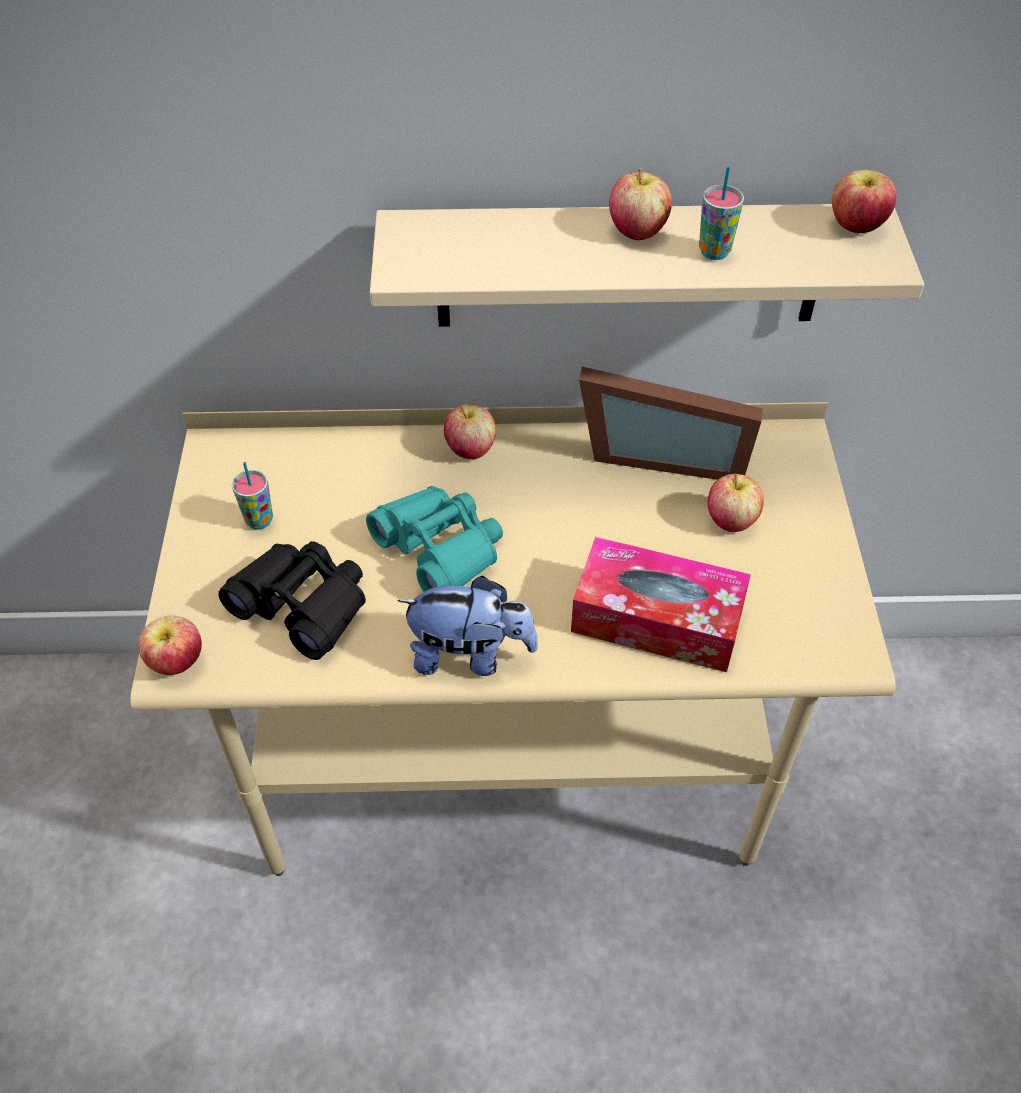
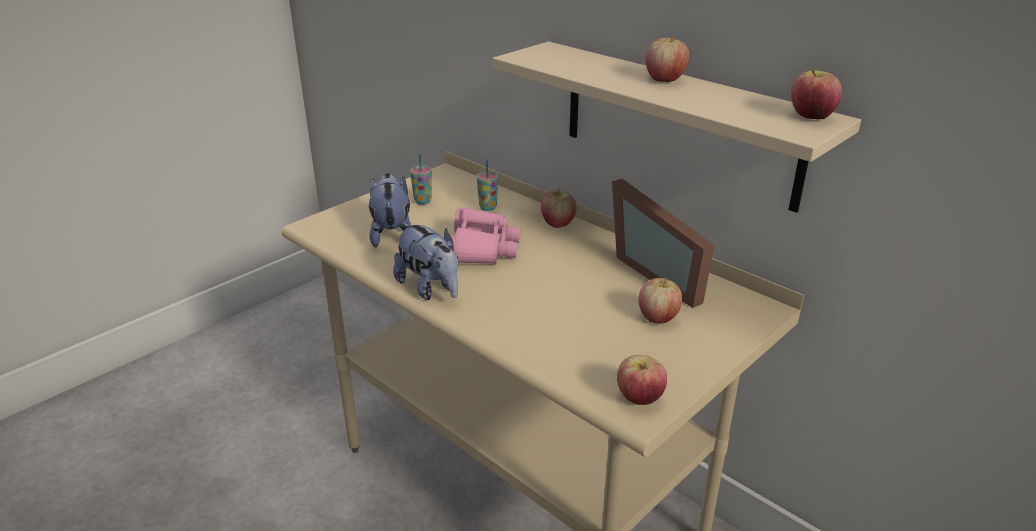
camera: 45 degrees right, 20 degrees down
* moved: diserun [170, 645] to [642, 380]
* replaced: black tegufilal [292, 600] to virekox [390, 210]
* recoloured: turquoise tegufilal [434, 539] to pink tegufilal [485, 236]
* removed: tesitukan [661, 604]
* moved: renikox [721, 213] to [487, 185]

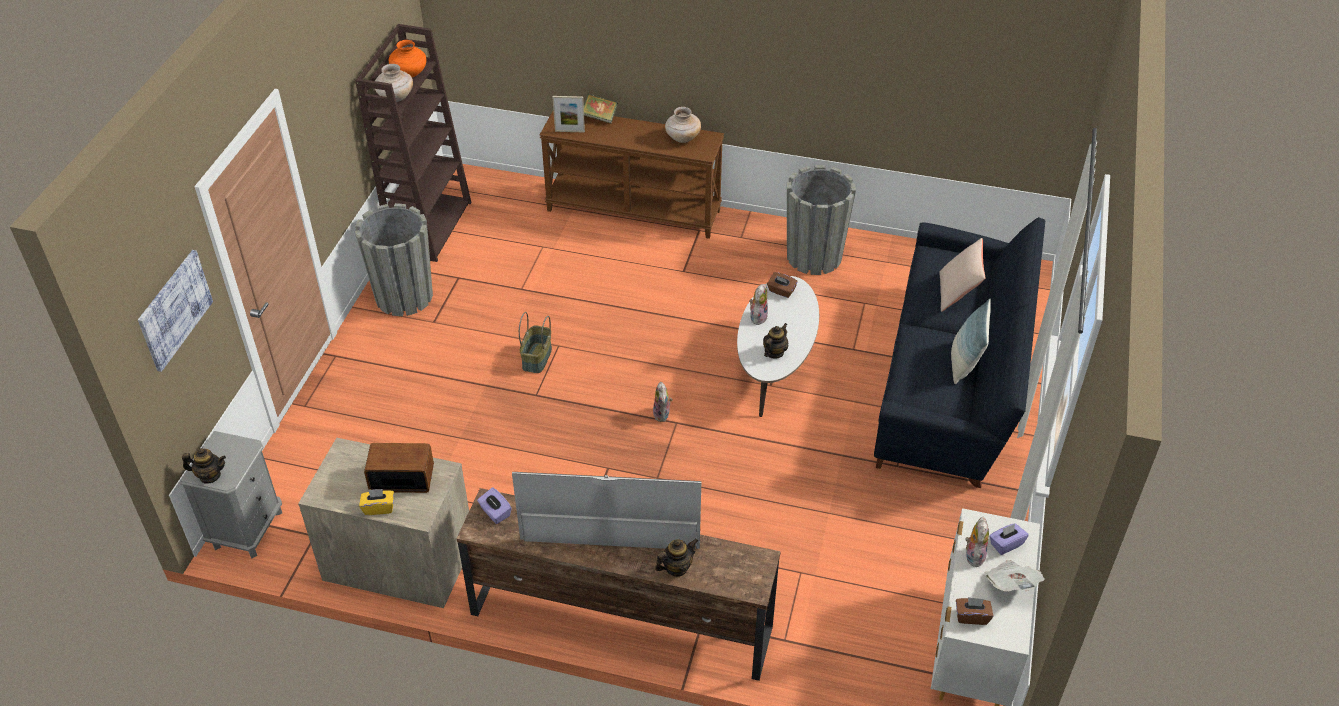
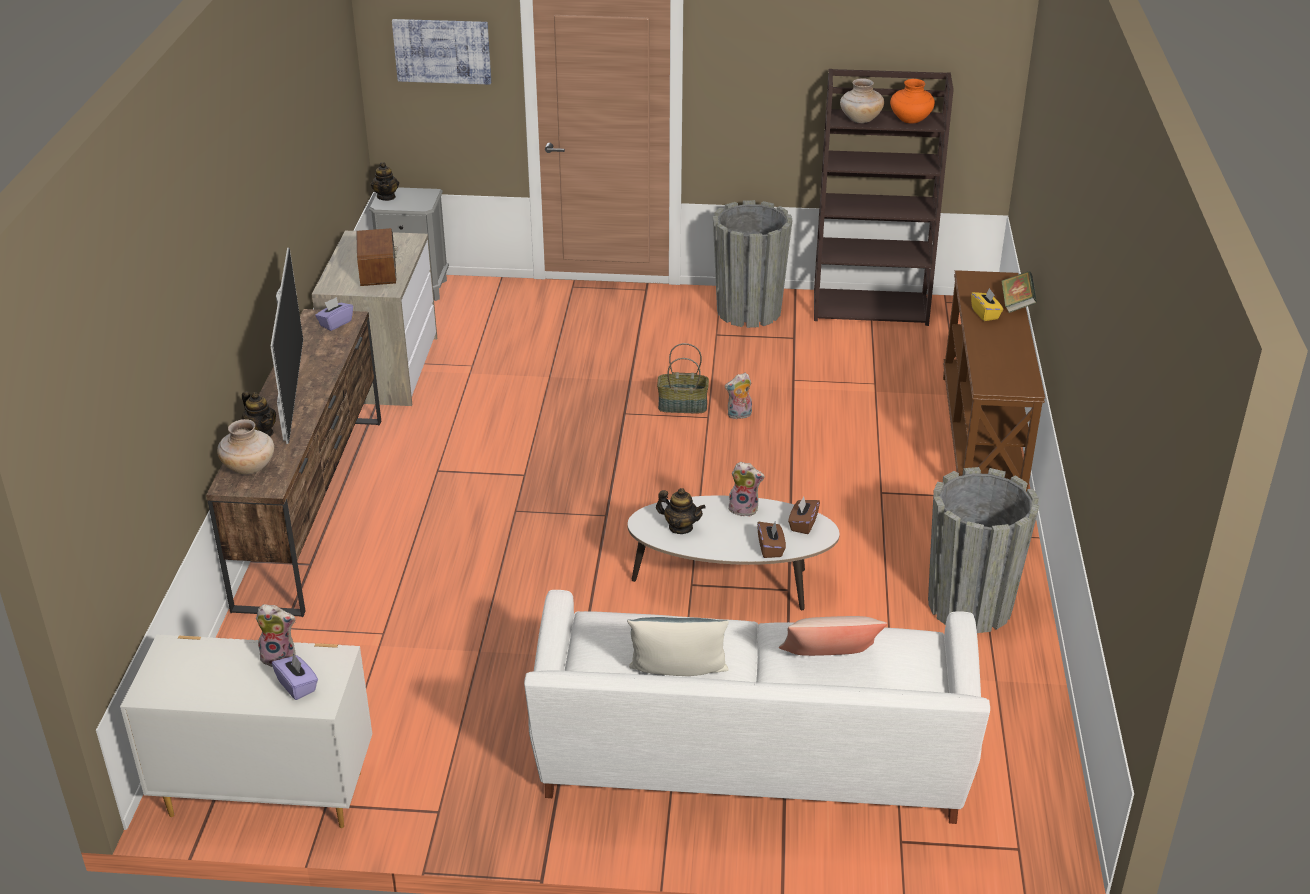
camera: 80 degrees right, 10 degrees down
* moved: yellow tesitukan [376, 502] to [987, 304]
* removed: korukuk [568, 114]
* moved: virekox [662, 402] to [738, 396]
* moved: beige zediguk [683, 125] to [245, 447]
* recoloured: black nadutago [959, 352] to white nadutago [757, 707]
* moved: brown tesitukan [974, 611] to [771, 539]
* removed: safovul [1014, 576]

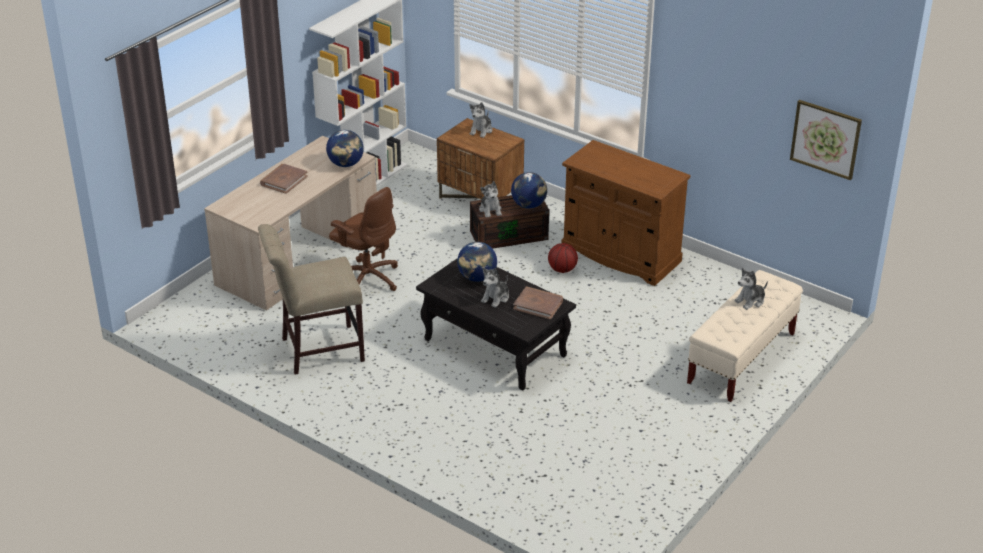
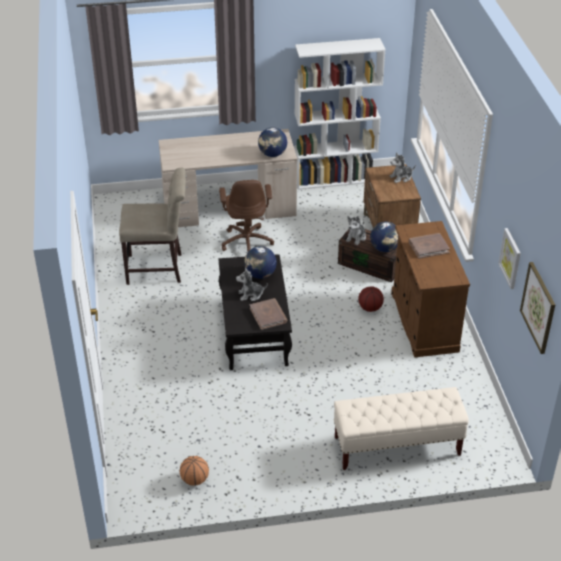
camera: 45 degrees right, 5 degrees up
* turned: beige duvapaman [311, 299] = [152, 226] 150 degrees clockwise
* moved: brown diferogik [284, 179] to [429, 246]
* removed: virekox [751, 289]
* added: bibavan [194, 471]
* added: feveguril [509, 258]

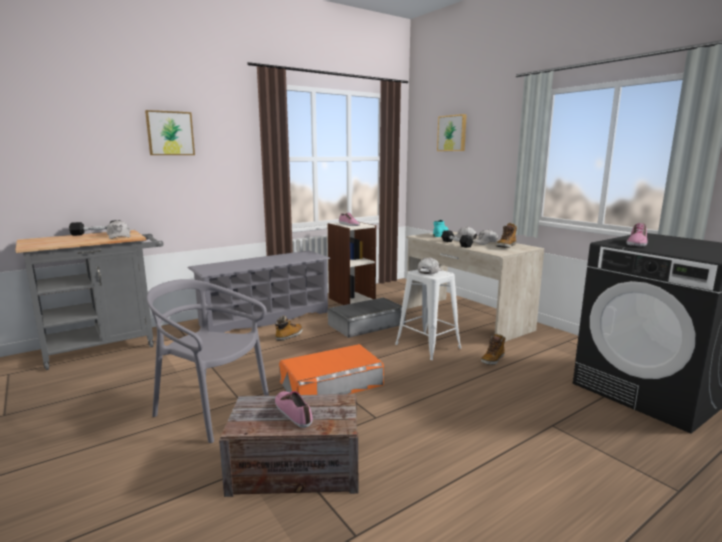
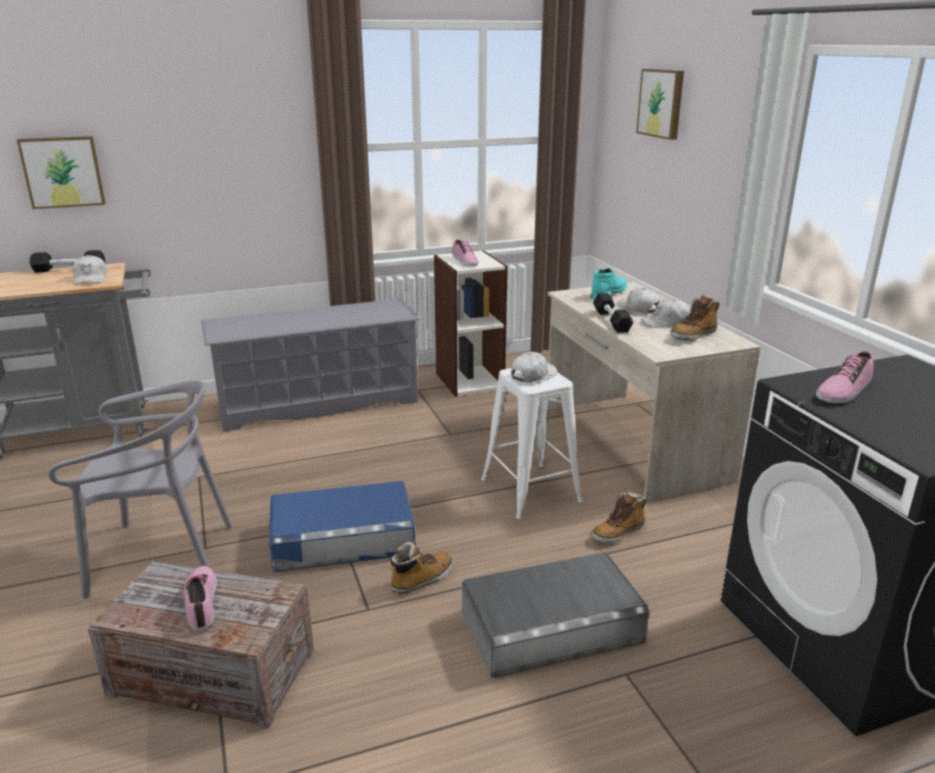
camera: 15 degrees right, 10 degrees up
* moved: feveguril [170, 132] to [61, 172]
* turned: grey duvapaman [208, 361] = [140, 490] 135 degrees clockwise
* moved: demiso [289, 328] to [421, 568]
* recoloured: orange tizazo [331, 369] to blue tizazo [342, 526]
* moved: grey tizazo [367, 317] to [555, 615]

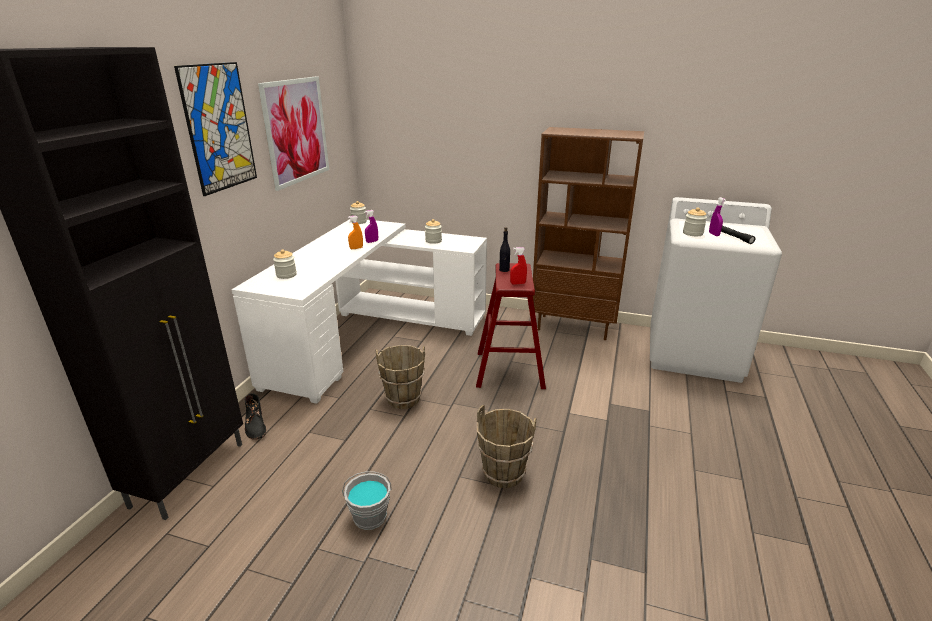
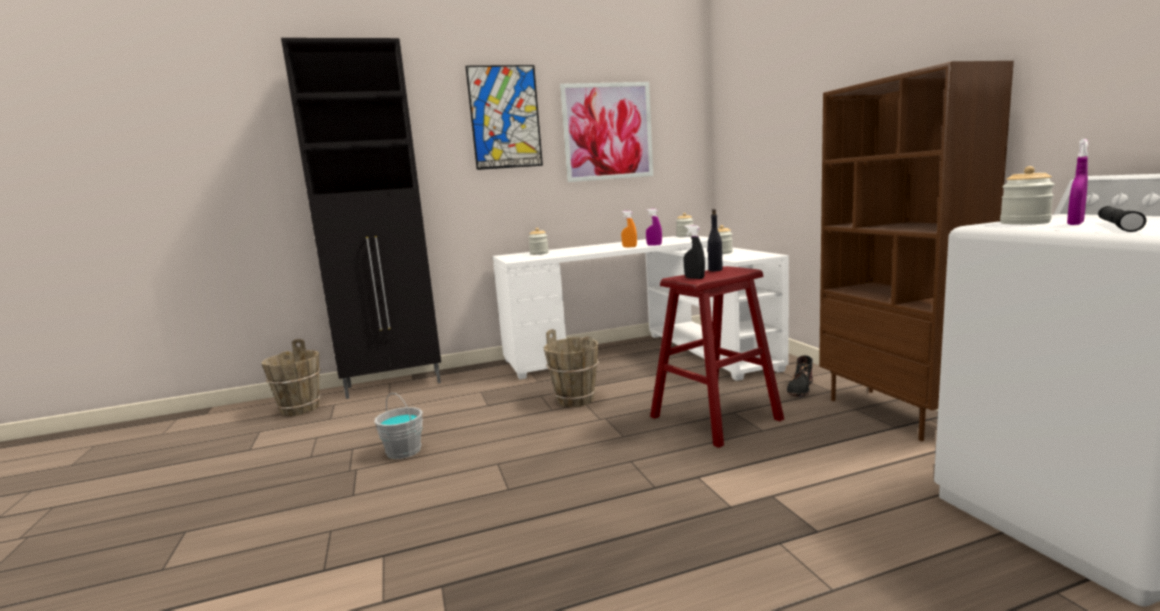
camera: 55 degrees right, 15 degrees down
* moved: black demiso [255, 416] to [800, 376]
* moved: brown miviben [506, 446] to [291, 377]
* recoloured: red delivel [518, 265] to black delivel [694, 252]

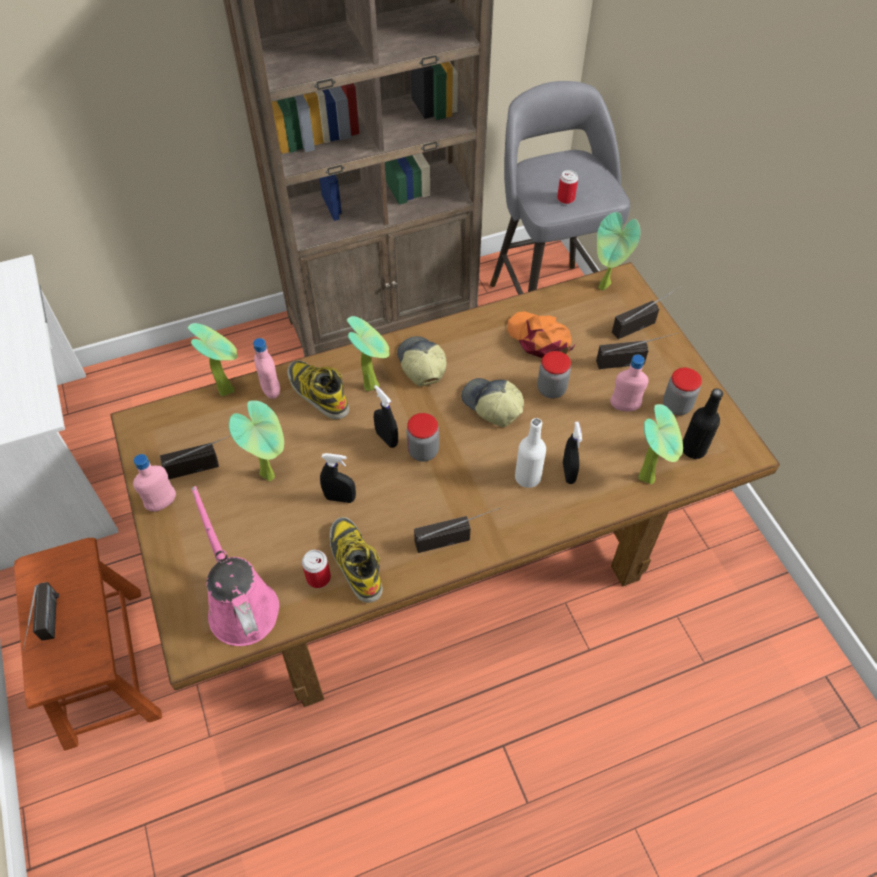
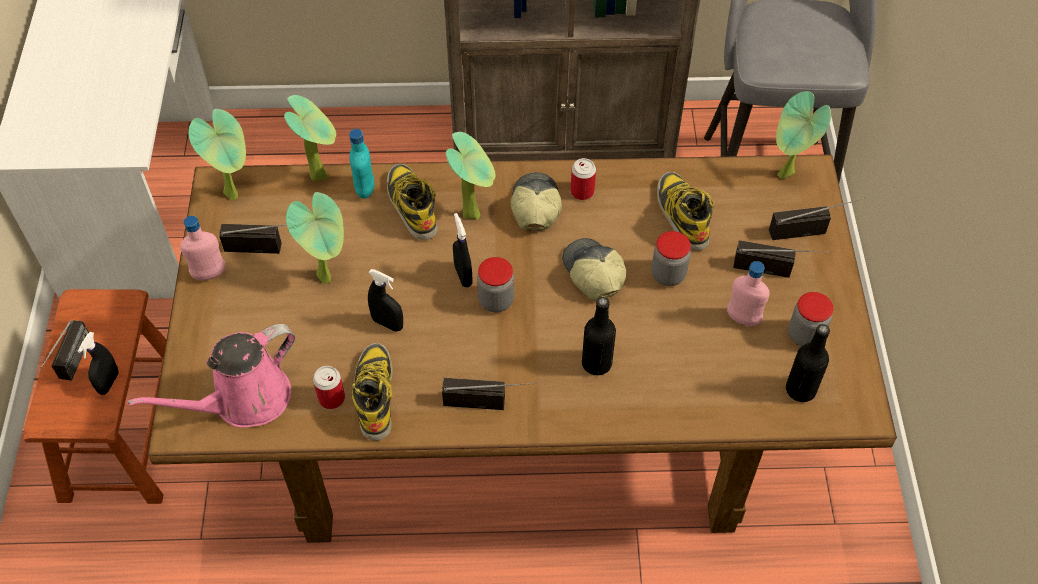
camera: 20 degrees right, 0 degrees up
* turned: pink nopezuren [235, 566] = [211, 376] 120 degrees counterclockwise
* recoloured: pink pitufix [266, 368] to turquoise pitufix [361, 164]
* replaced: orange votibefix [541, 334] to demiso [686, 211]
* recoloured: white pitufix [530, 453] to black pitufix [599, 336]
* moved: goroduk [567, 187] to [583, 179]
* moved: black delivel [572, 453] to [98, 363]
* moved: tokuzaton [661, 444] to [217, 155]

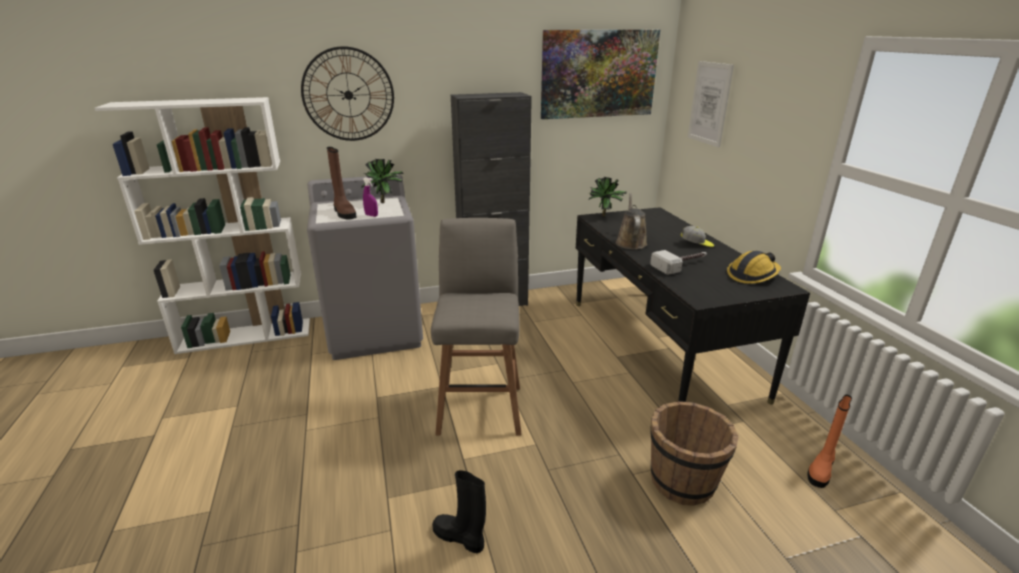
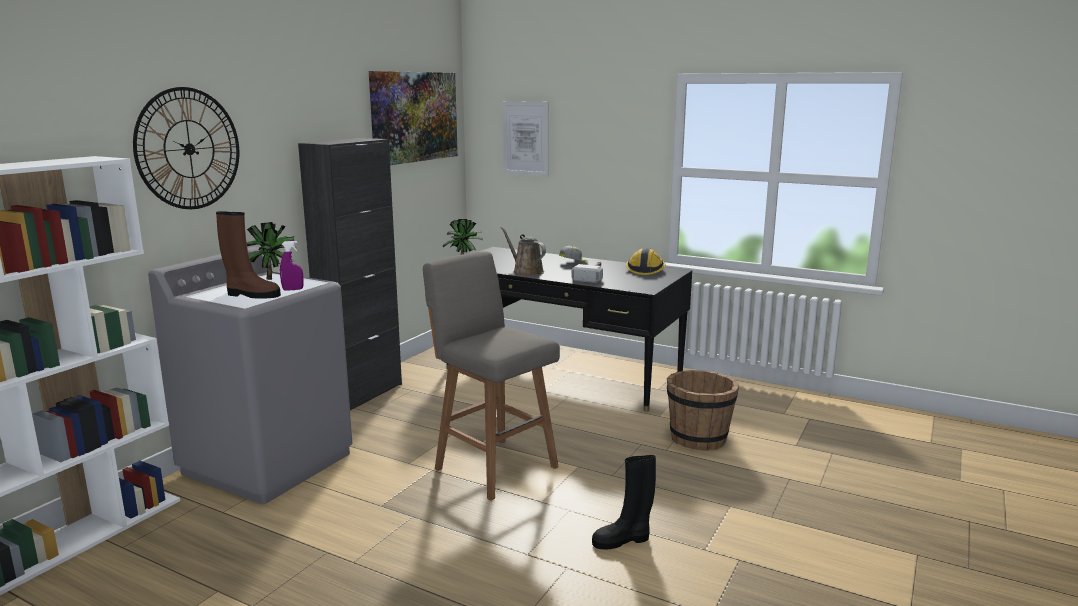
camera: 45 degrees left, 10 degrees down
* removed: orange demiso [829, 441]

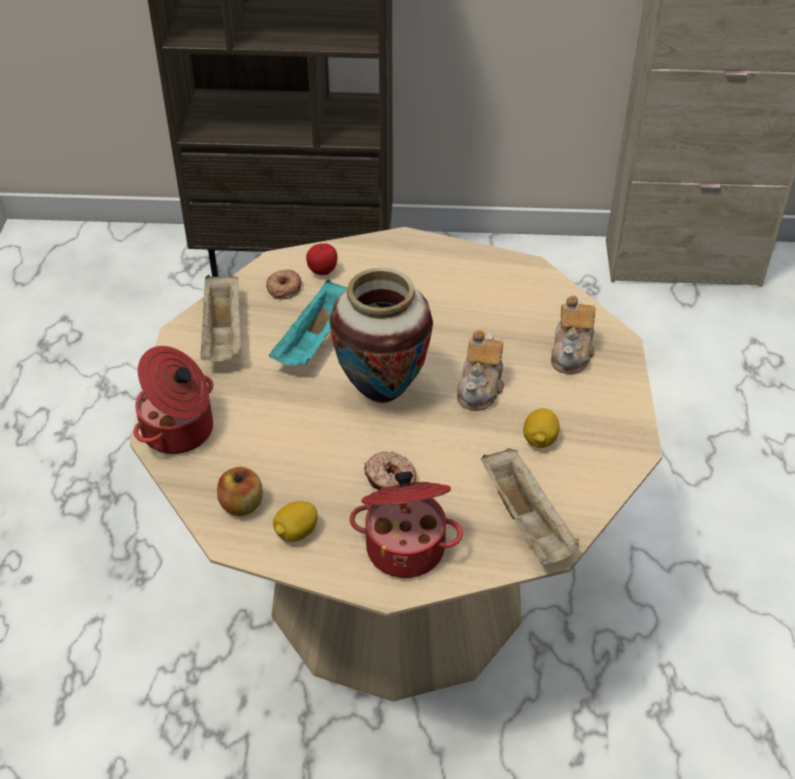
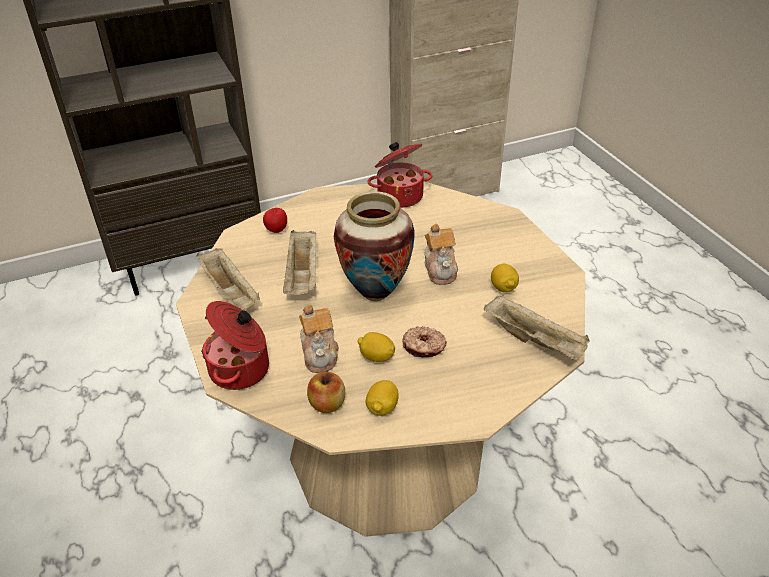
camera: 25 degrees left, 5 degrees down
* removed: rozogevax [284, 284]
* recoloured: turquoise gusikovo [308, 323] to beige gusikovo [299, 262]
* moved: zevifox [406, 524] to [400, 175]
* moved: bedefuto [573, 334] to [319, 338]
* added: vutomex [376, 347]

